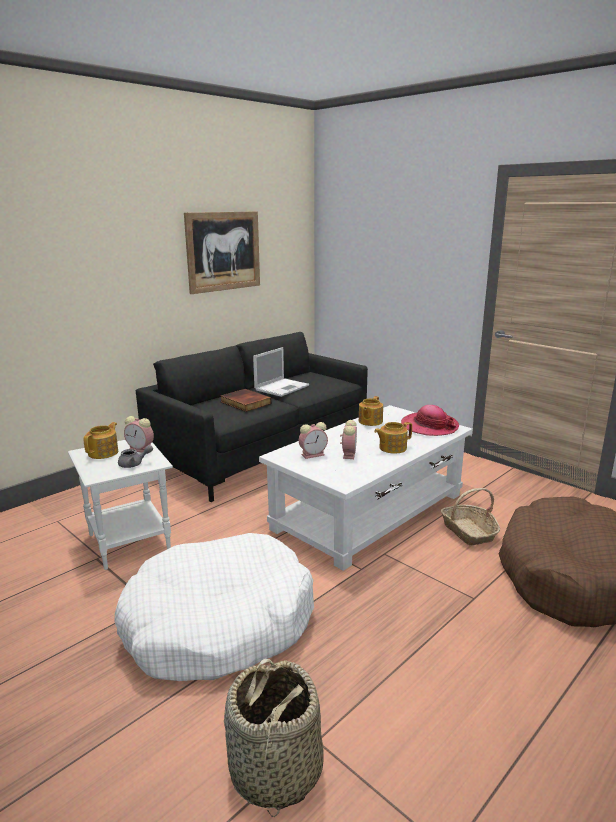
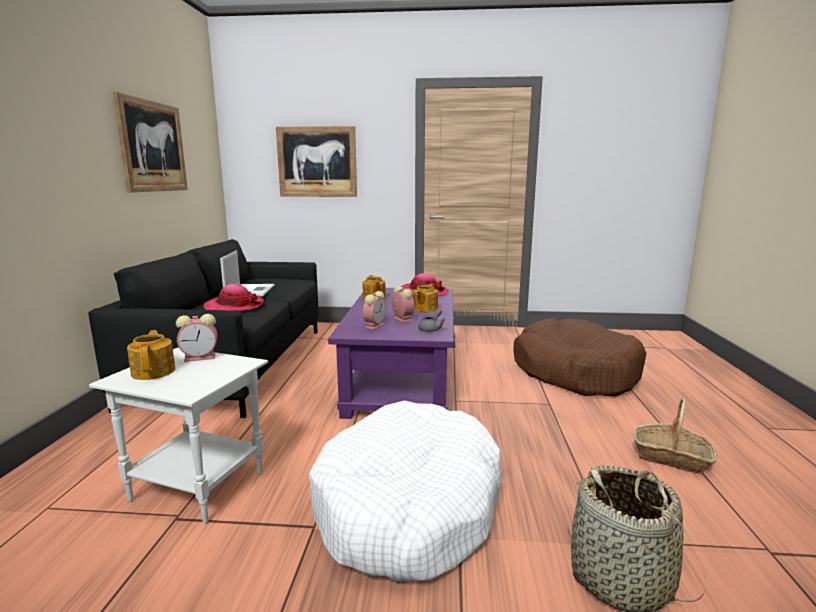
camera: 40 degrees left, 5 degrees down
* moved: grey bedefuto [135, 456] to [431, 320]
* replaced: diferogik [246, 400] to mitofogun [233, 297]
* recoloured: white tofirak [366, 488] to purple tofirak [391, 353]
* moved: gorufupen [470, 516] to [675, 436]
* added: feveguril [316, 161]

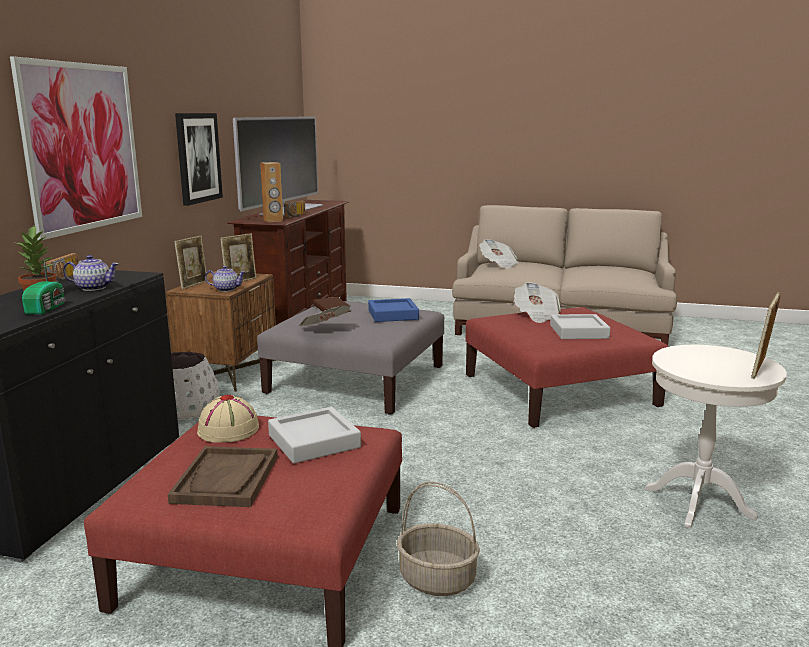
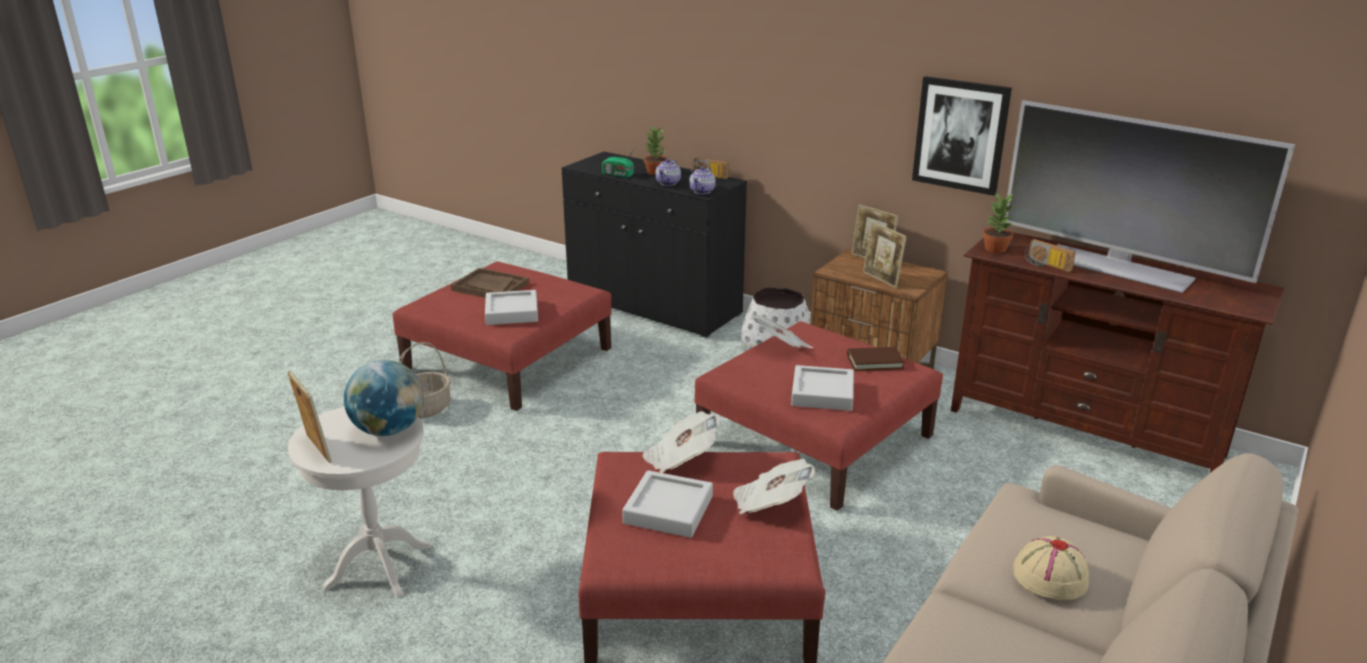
camera: 110 degrees right, 10 degrees up
* removed: feveguril [76, 148]
* moved: beige mitofogun [228, 419] to [1051, 568]
* moved: bedefuto [225, 279] to [702, 180]
* recoloured: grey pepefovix [350, 357] to red pepefovix [819, 416]
* replaced: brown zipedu [271, 192] to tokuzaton [998, 222]
* recoloured: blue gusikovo [393, 310] to grey gusikovo [822, 388]
* moved: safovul [499, 254] to [681, 442]
* added: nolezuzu [384, 398]

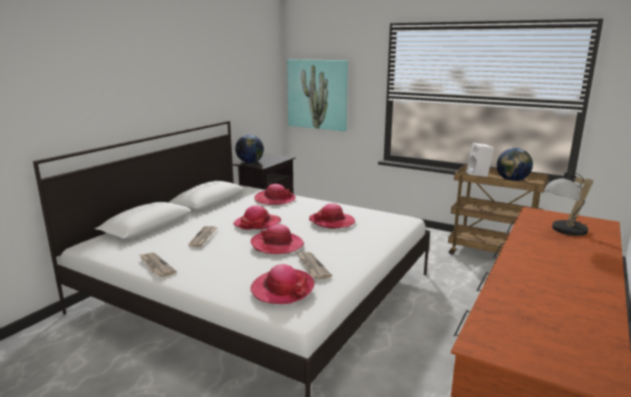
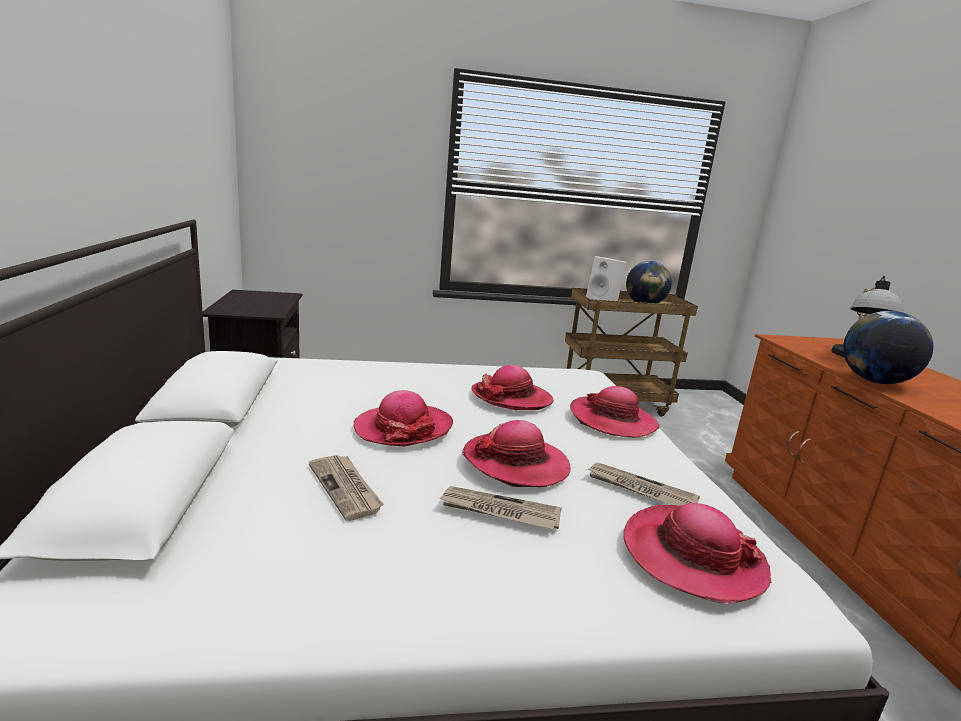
camera: 40 degrees left, 0 degrees up
* moved: safovul [158, 265] to [501, 507]
* moved: nolezuzu [249, 149] to [888, 347]
* moved: mitofogun [275, 194] to [614, 412]
* removed: feveguril [317, 95]

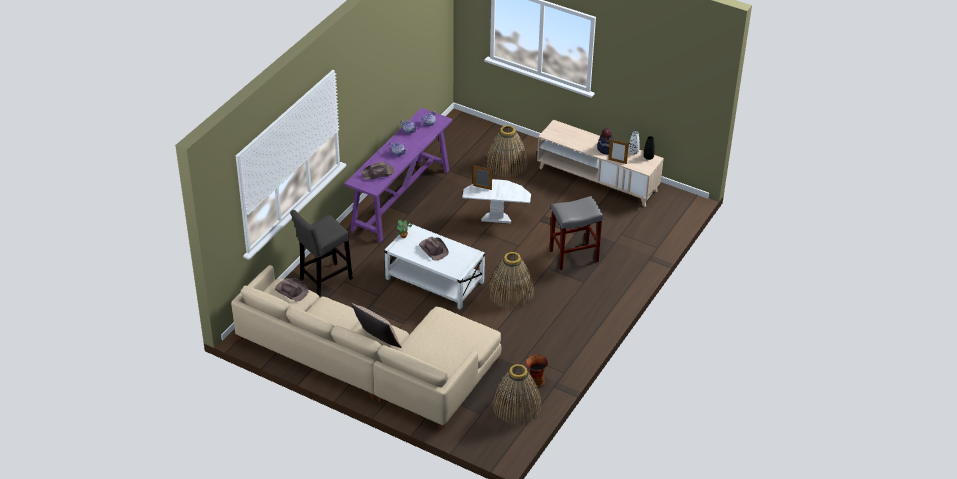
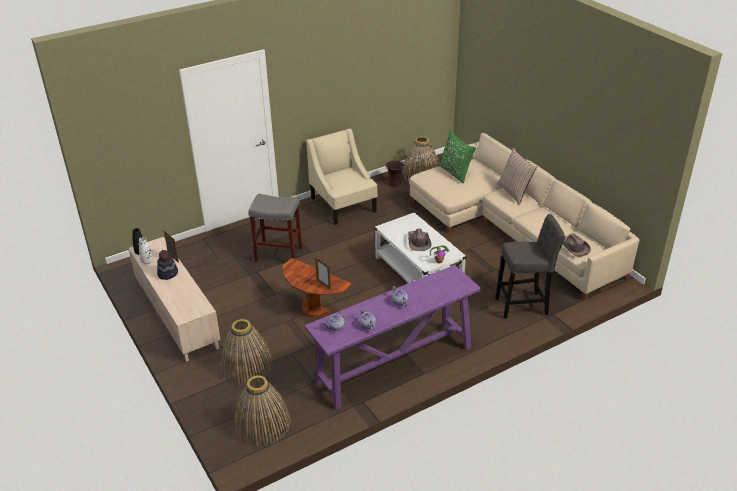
camera: 150 degrees left, 5 degrees down
* removed: brown mitofogun [378, 170]
* recoloured: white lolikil [496, 201] to brown lolikil [317, 287]
* moved: gorufupen [511, 280] to [262, 411]
* added: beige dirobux [342, 177]
* added: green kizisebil [457, 156]

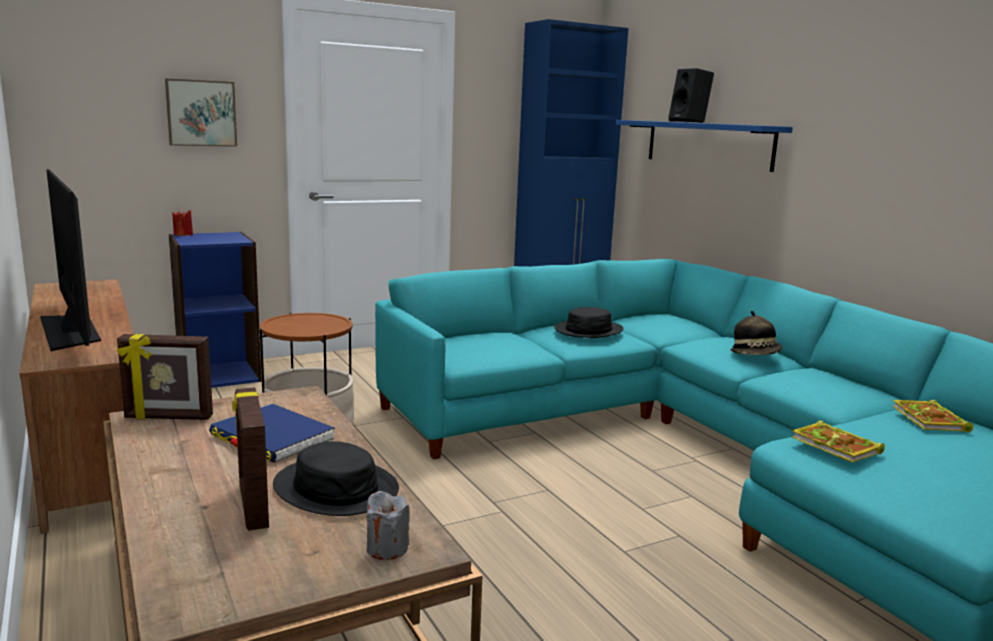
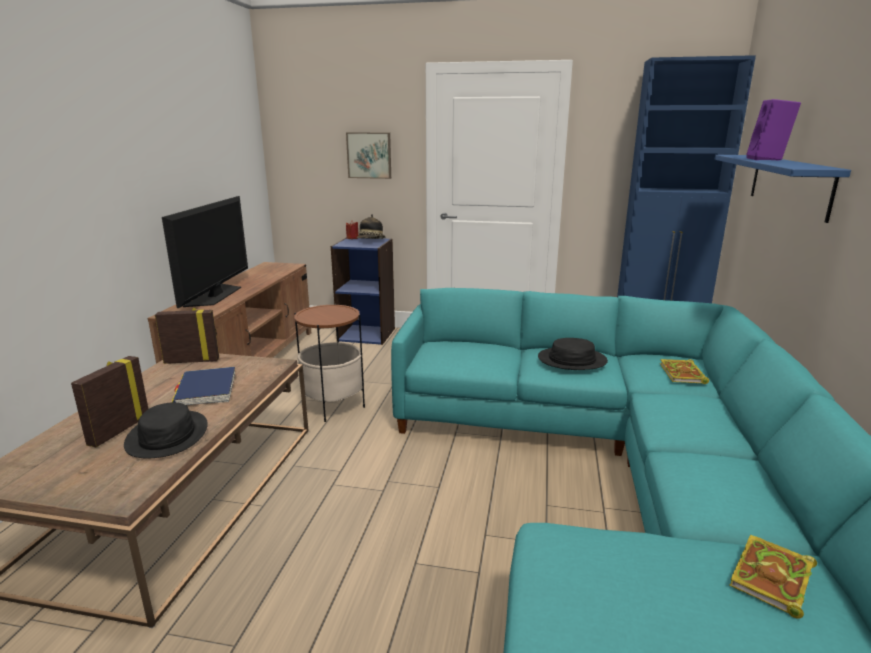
camera: 40 degrees right, 5 degrees up
* turned: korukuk [165, 377] = [187, 336] 135 degrees clockwise
* removed: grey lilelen [388, 525]
* recoloured: black zipedu [691, 95] to purple zipedu [774, 130]
* moved: mitofogun [756, 333] to [371, 226]
* moved: diferogik [838, 441] to [684, 371]

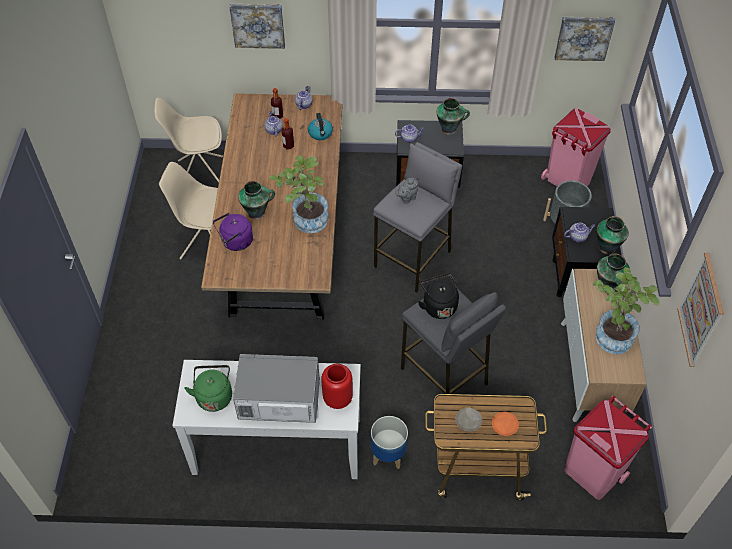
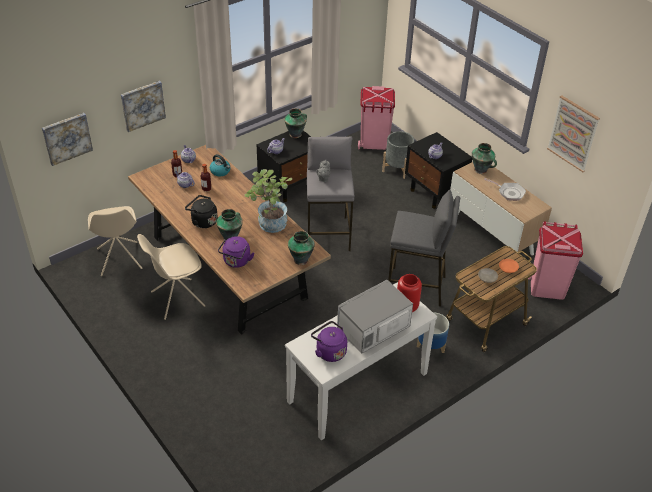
camera: 40 degrees left, 10 degrees down
* turned: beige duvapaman [188, 140] = [115, 241] 60 degrees counterclockwise
* recoloured: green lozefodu [208, 388] to purple lozefodu [329, 341]
* moved: black lozefodu [438, 296] to [201, 211]
* moved: feveguril [584, 39] to [67, 139]
* replaced: tokuzaton [626, 310] to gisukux [505, 189]
* moved: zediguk [613, 235] to [301, 248]

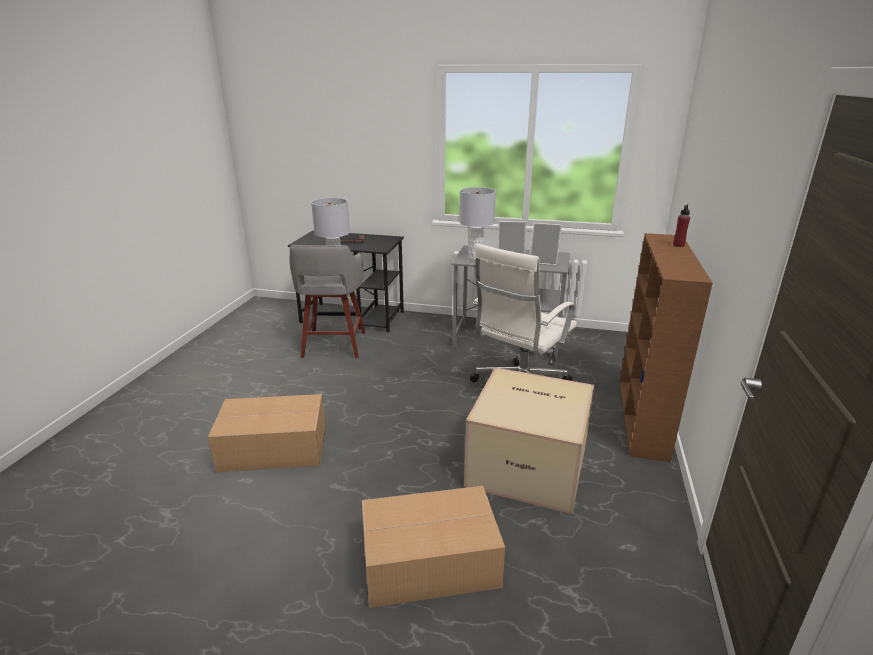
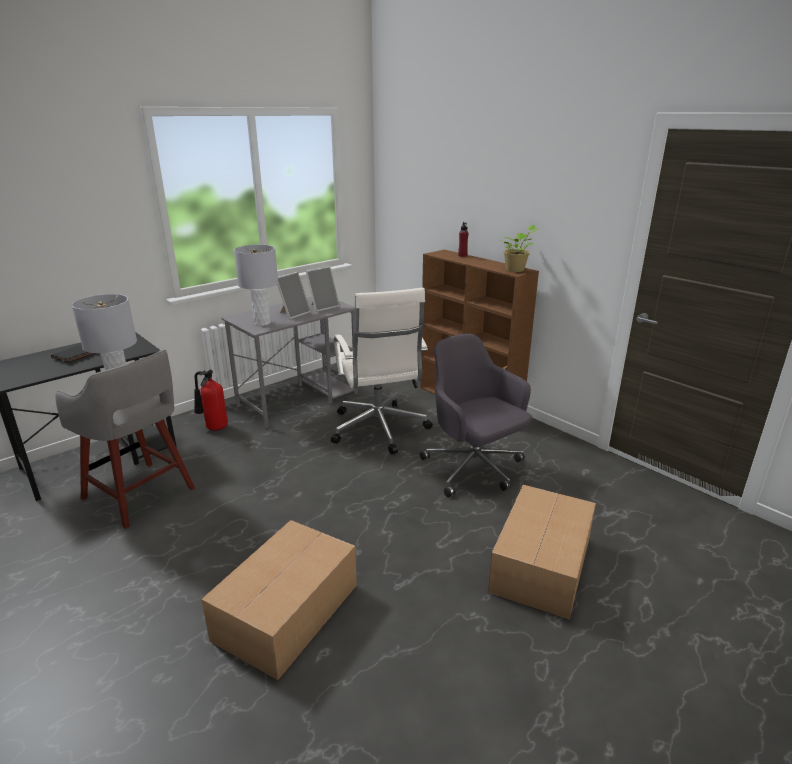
camera: 55 degrees left, 0 degrees up
* replaced: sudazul [529, 440] to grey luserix [476, 415]
* added: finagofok [211, 400]
* added: tokuzaton [518, 248]

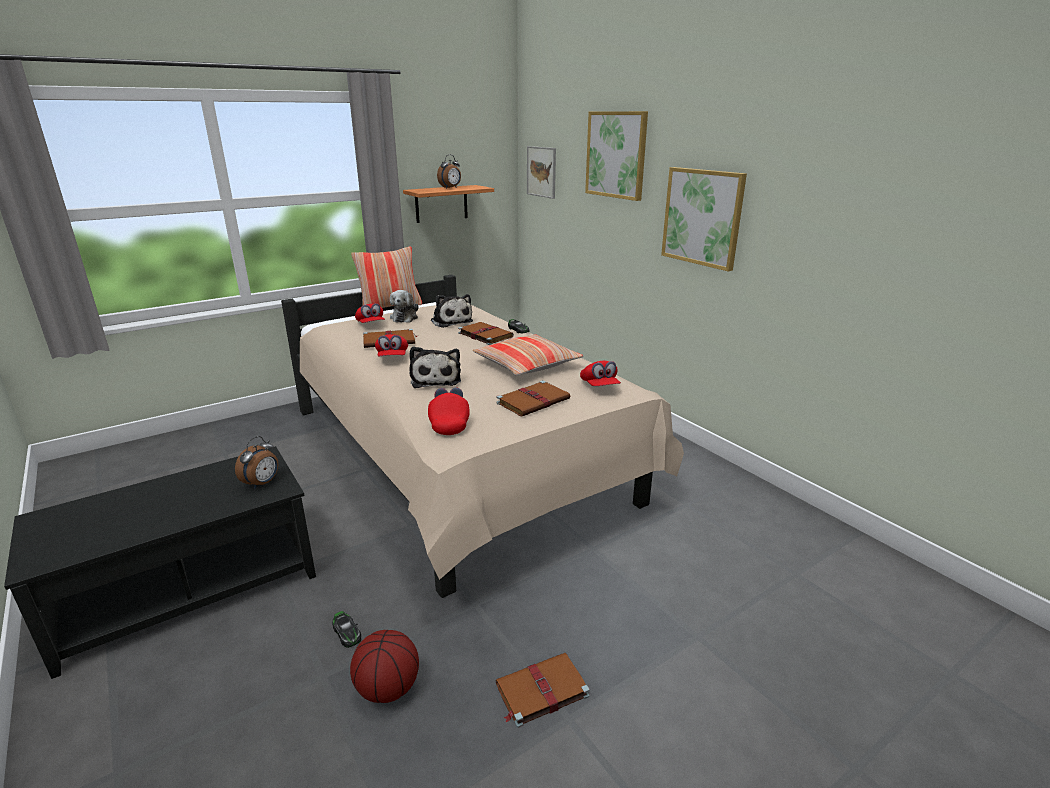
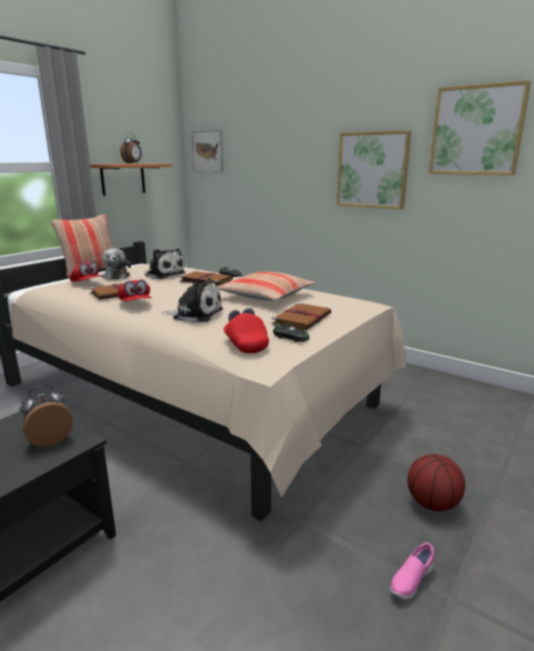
camera: 20 degrees left, 5 degrees down
* turned: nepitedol [256, 462] = [46, 416] 135 degrees counterclockwise
* moved: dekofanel [347, 629] to [291, 332]
* moved: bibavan [384, 666] to [436, 482]
* turned: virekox [435, 367] = [192, 300] 45 degrees counterclockwise
* replaced: brown diferogik [543, 690] to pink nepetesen [412, 571]
* removed: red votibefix [600, 373]
* moved: feveguril [616, 156] to [480, 127]

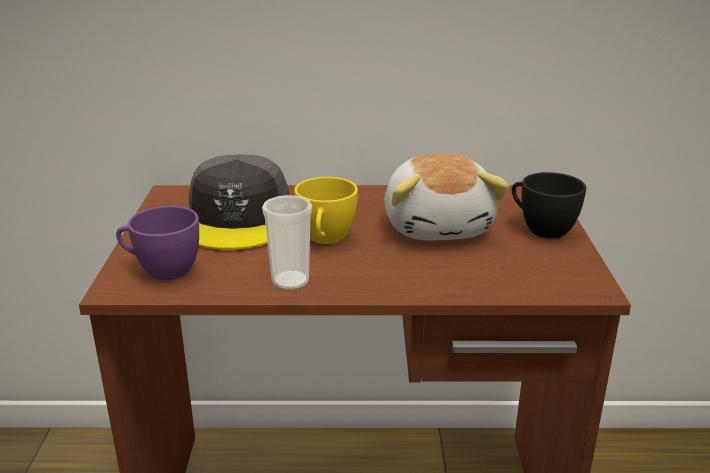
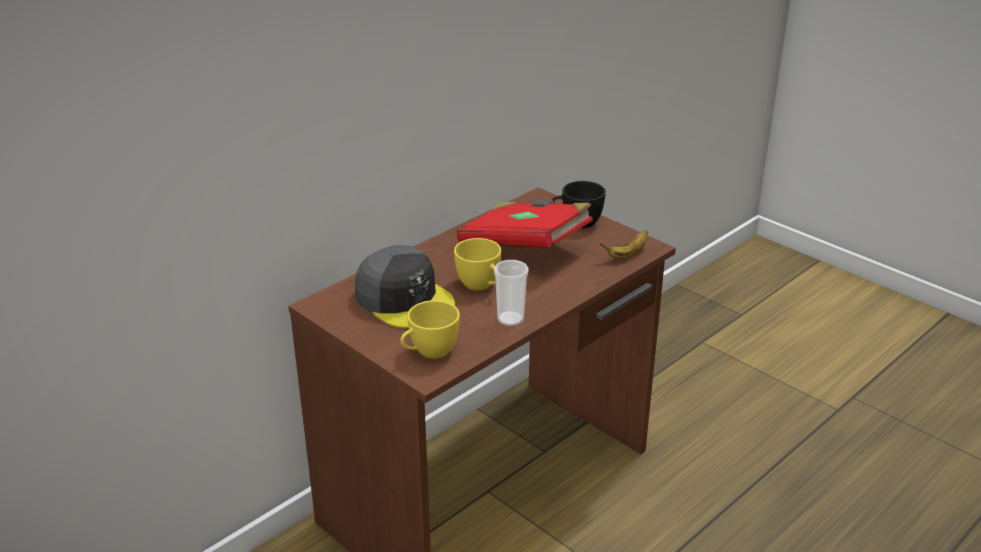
camera: 45 degrees left, 5 degrees up
* recoloured: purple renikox [157, 243] to yellow renikox [430, 329]
* replaced: virekox [447, 197] to red diferogik [525, 223]
* added: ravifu [624, 244]

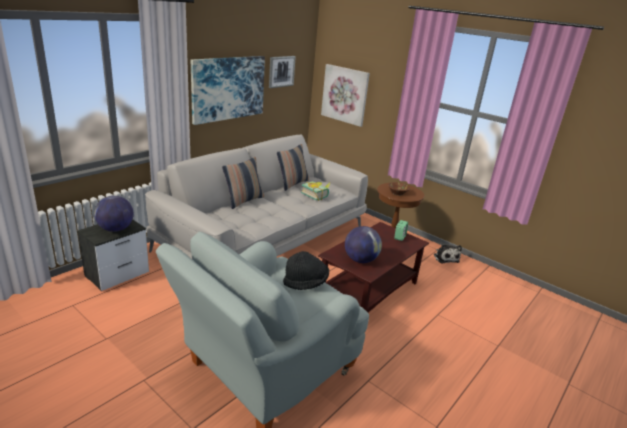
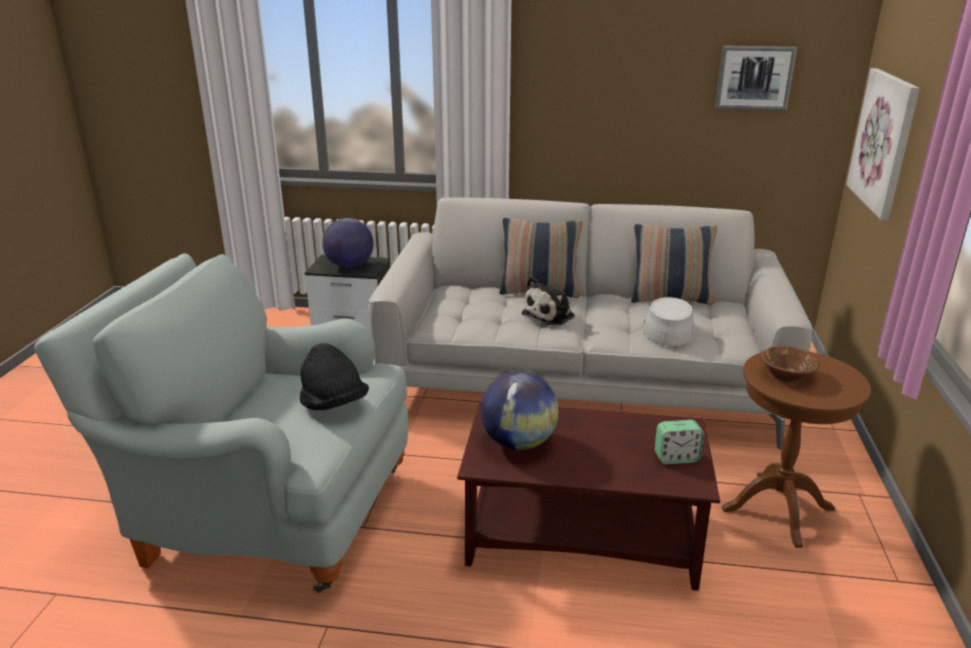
camera: 60 degrees right, 0 degrees up
* removed: feveguril [228, 90]
* replaced: diferogik [315, 191] to grey mitofogun [669, 321]
* moved: virekox [447, 253] to [548, 301]

